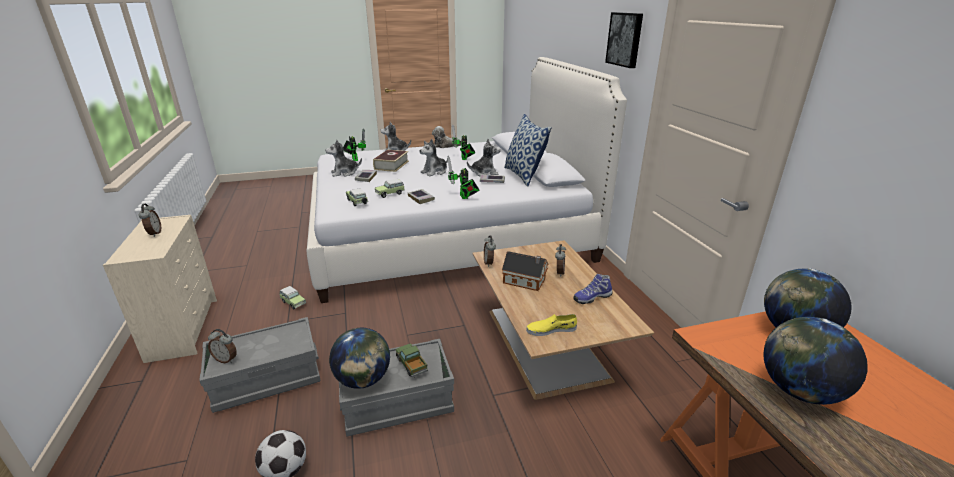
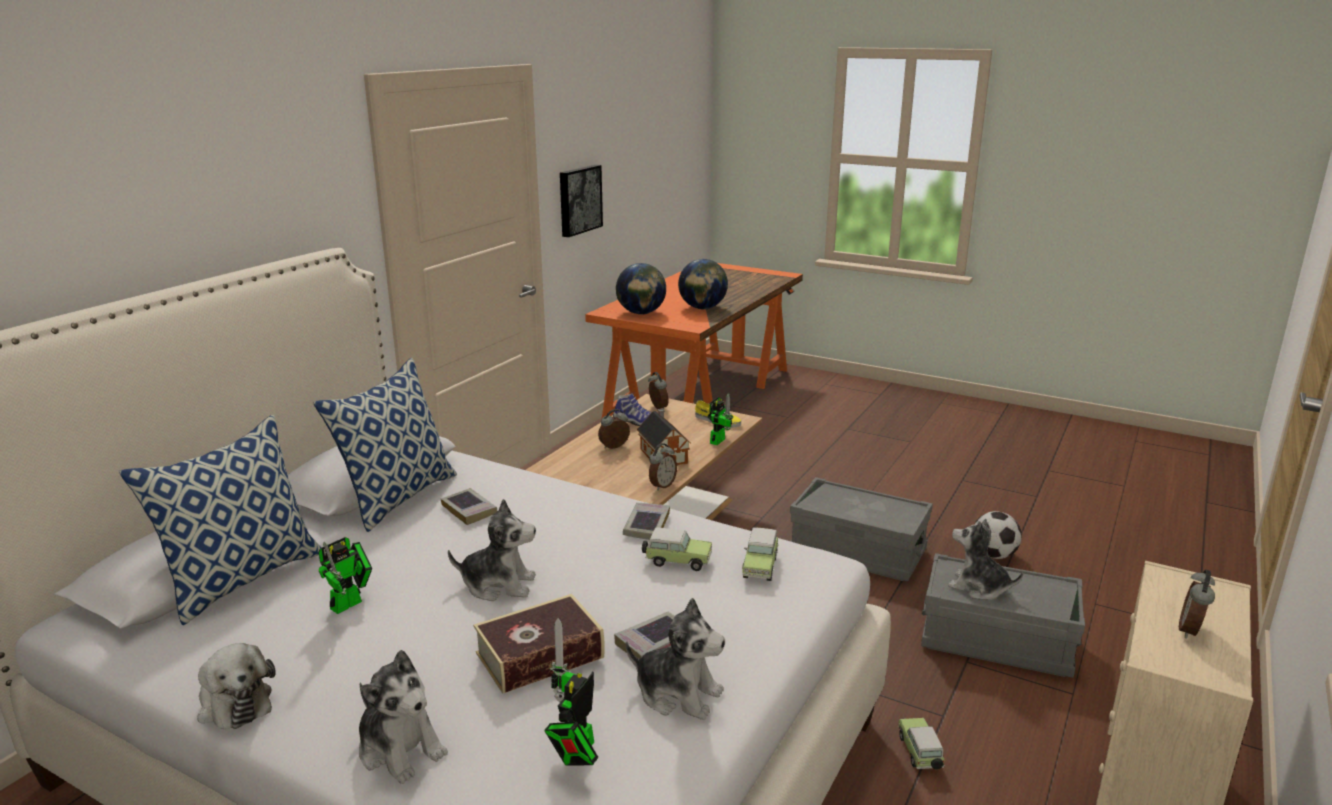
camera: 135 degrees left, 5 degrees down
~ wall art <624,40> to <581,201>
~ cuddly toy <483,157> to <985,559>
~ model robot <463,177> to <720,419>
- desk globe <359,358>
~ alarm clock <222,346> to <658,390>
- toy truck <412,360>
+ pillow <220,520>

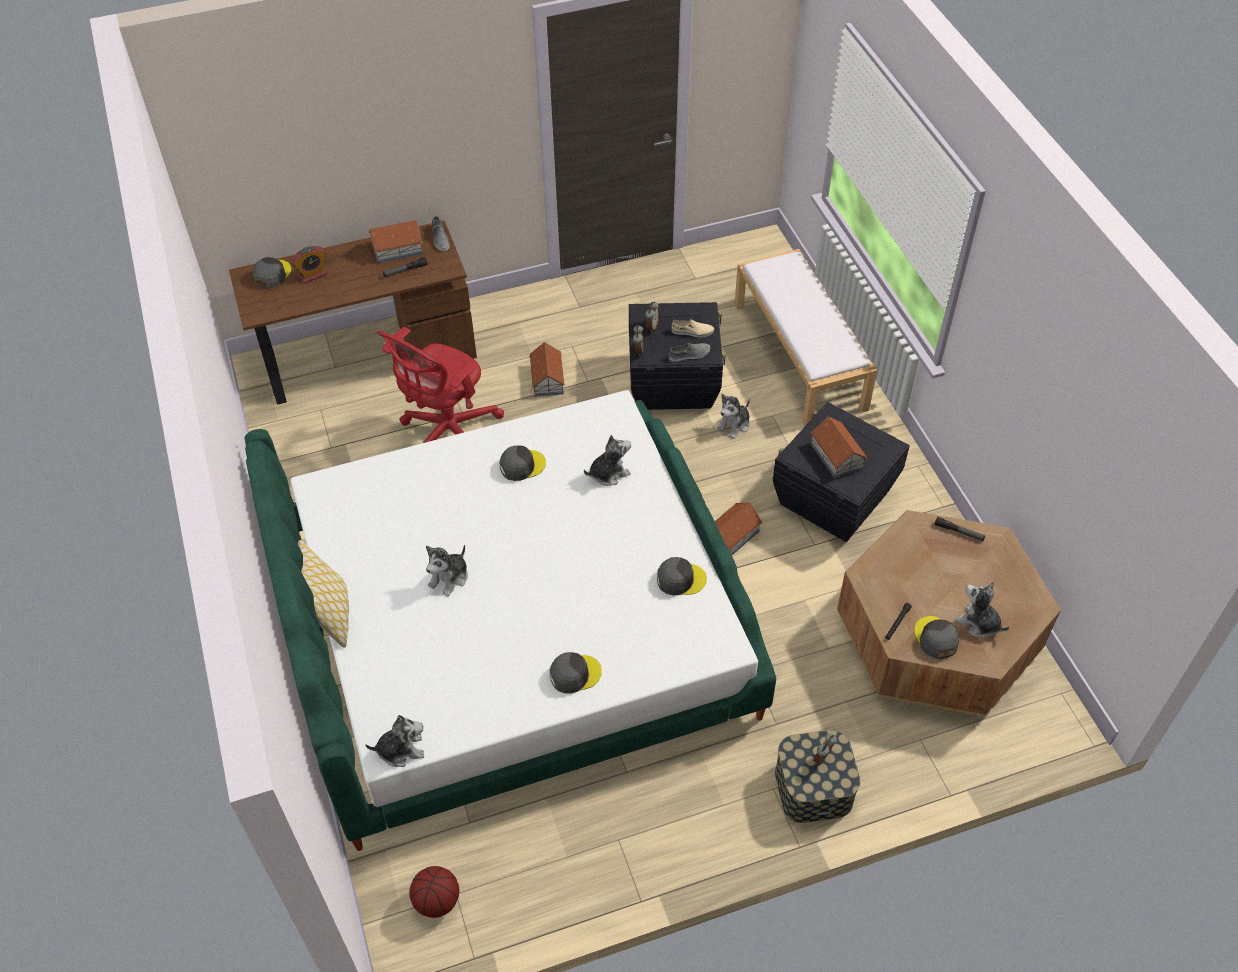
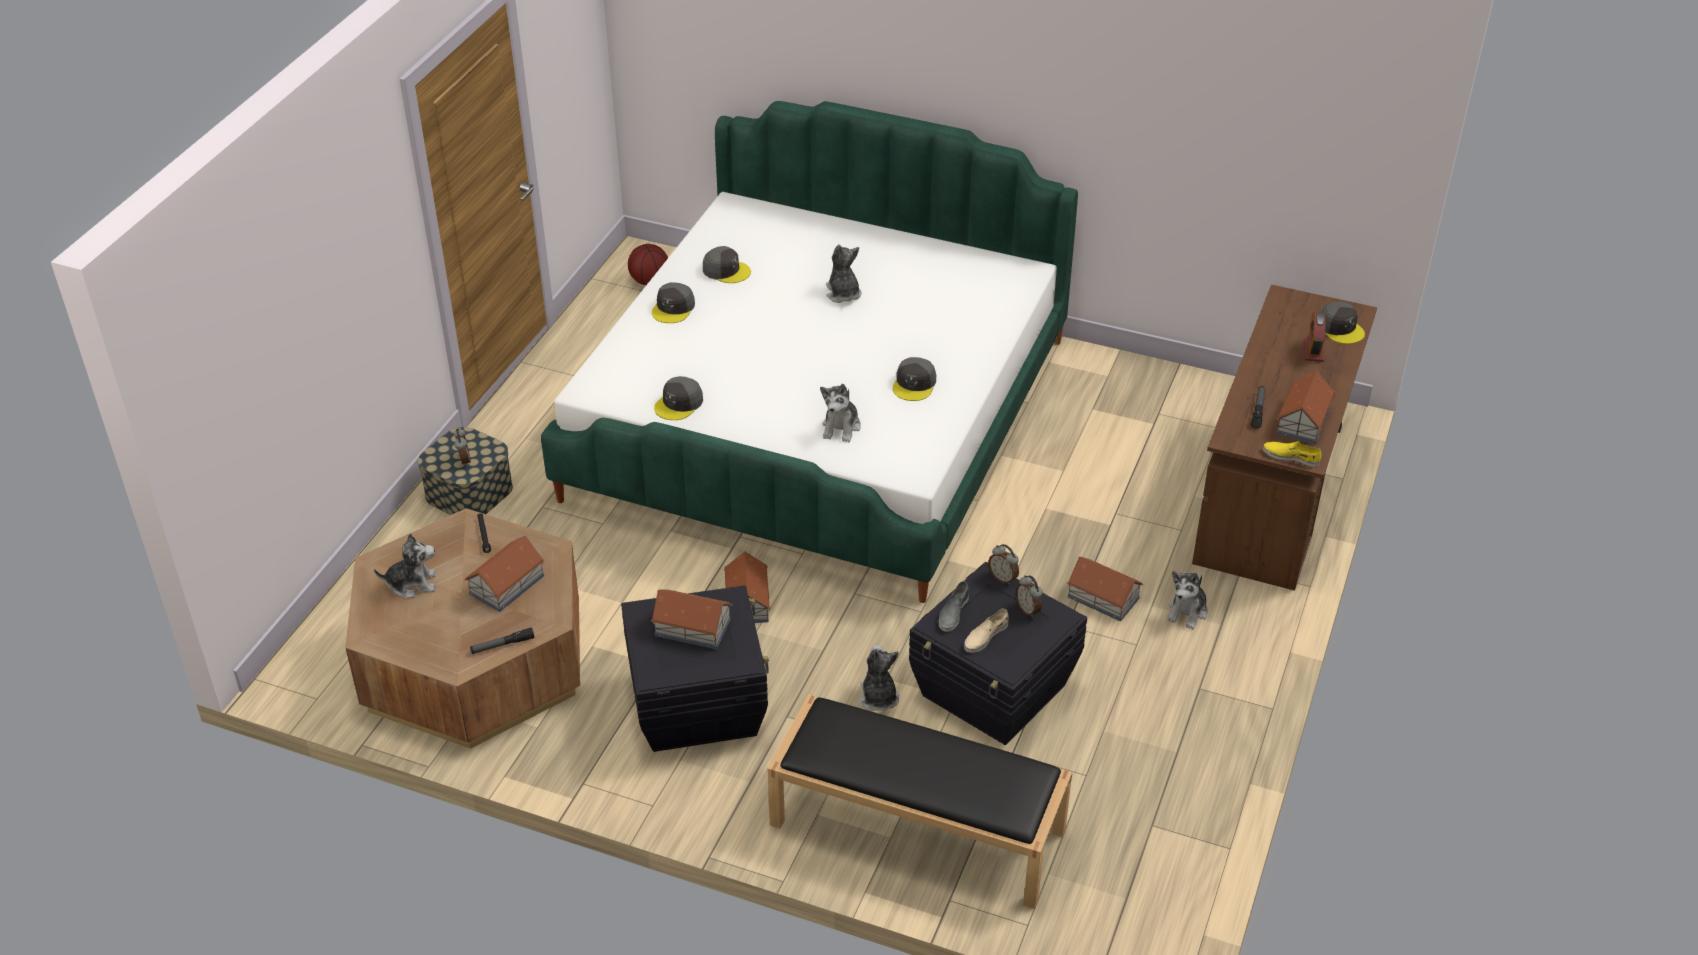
camera: 130 degrees right, 10 degrees down
~ grey item of footwear <440,233> to yellowish item of footwear <1292,454>
~ white-coloured long seat <805,338> to blackish long seat <919,802>
- red-coloured desk chair <440,385>
- pillow <323,593>
~ grey peaked cap <936,637> to <727,264>
~ cuddly toy <395,741> to <1187,600>
+ toy house <504,574>

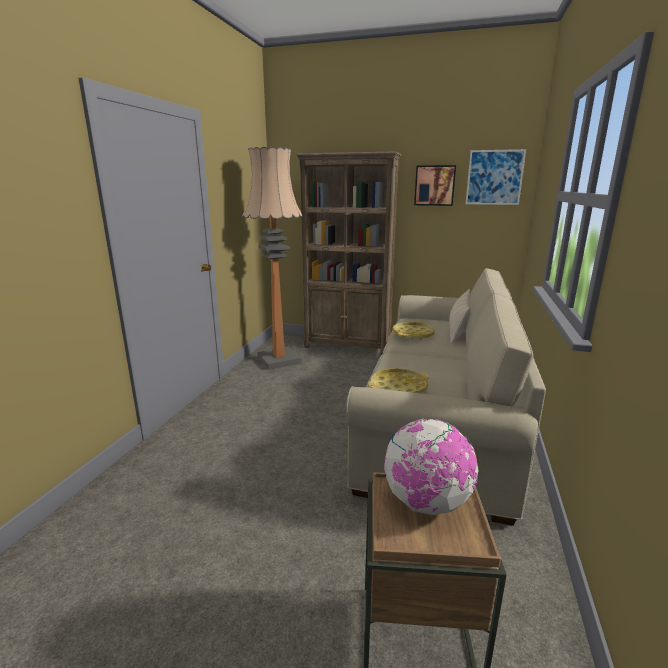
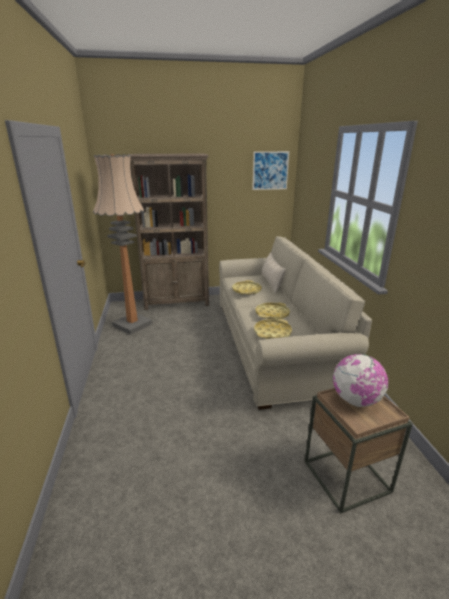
camera: 25 degrees left, 5 degrees up
- wall art <435,185>
+ yellowish tray <273,311>

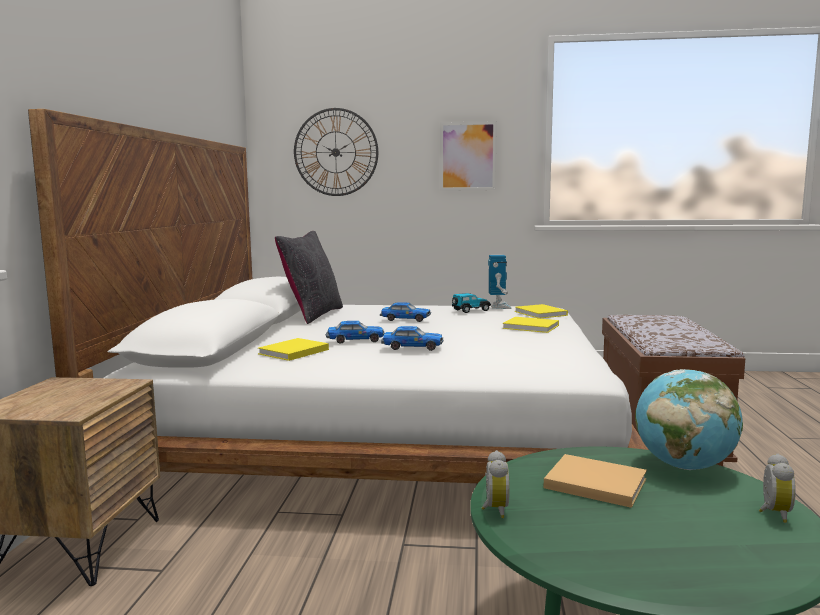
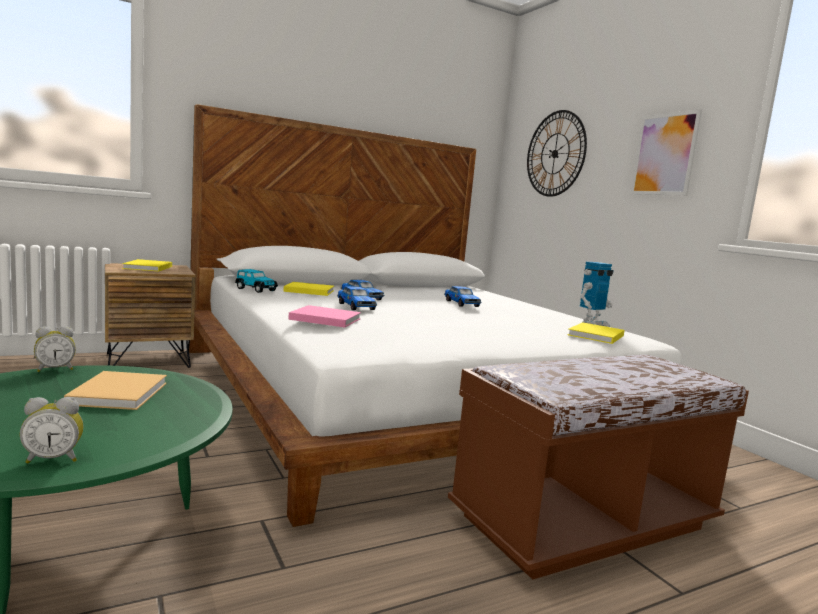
camera: 55 degrees right, 0 degrees up
- blackish pillow <309,277>
~ model car <471,303> to <256,281>
~ yellowish book <530,325> to <147,265>
- desk globe <689,419>
+ pinkish book <324,316>

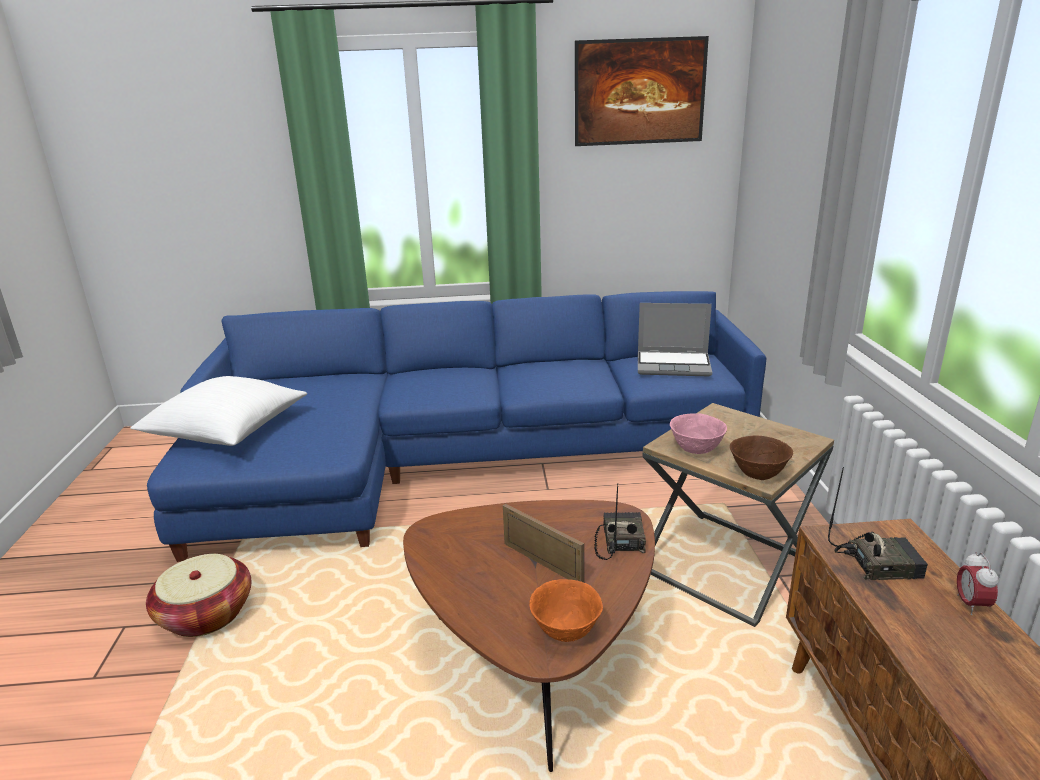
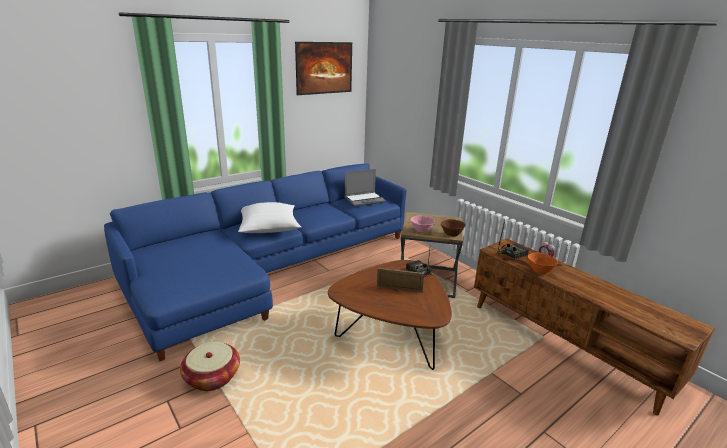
camera: 35 degrees left, 0 degrees up
~ white-coloured pillow <218,411> to <269,217>
~ orangey bowl <566,610> to <543,263>

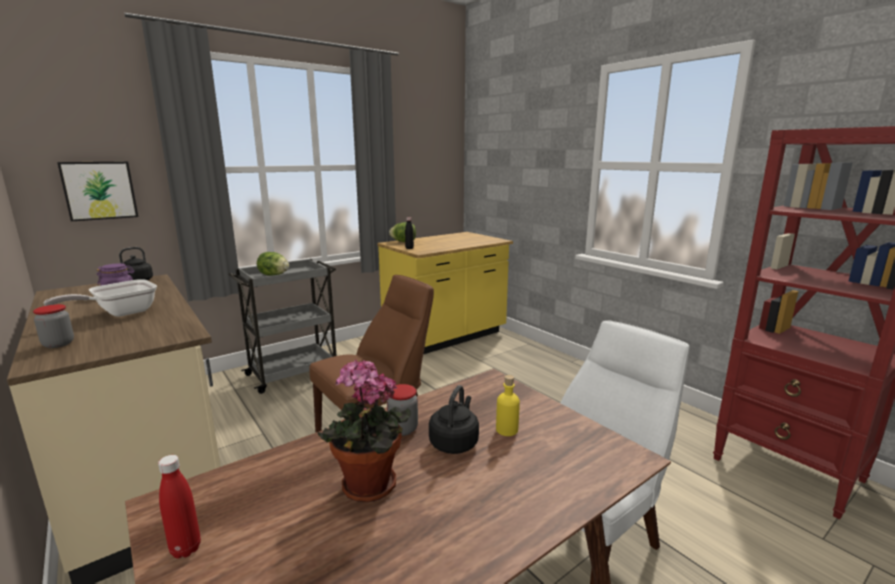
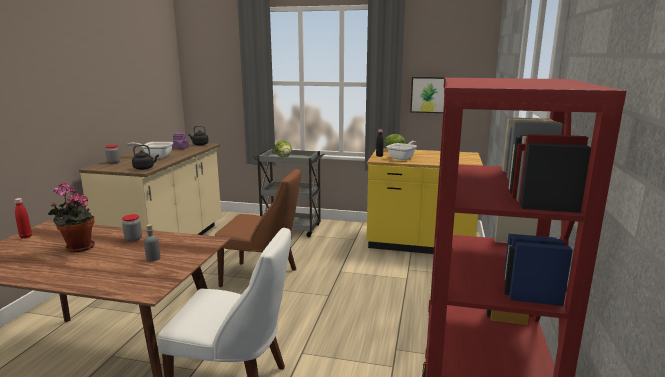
camera: 50 degrees right, 0 degrees up
~ wall art <97,191> to <429,95>
~ yellowish bottle <508,405> to grey bottle <152,242>
~ blackish water kettle <454,419> to <145,157>
+ skillet <401,150>

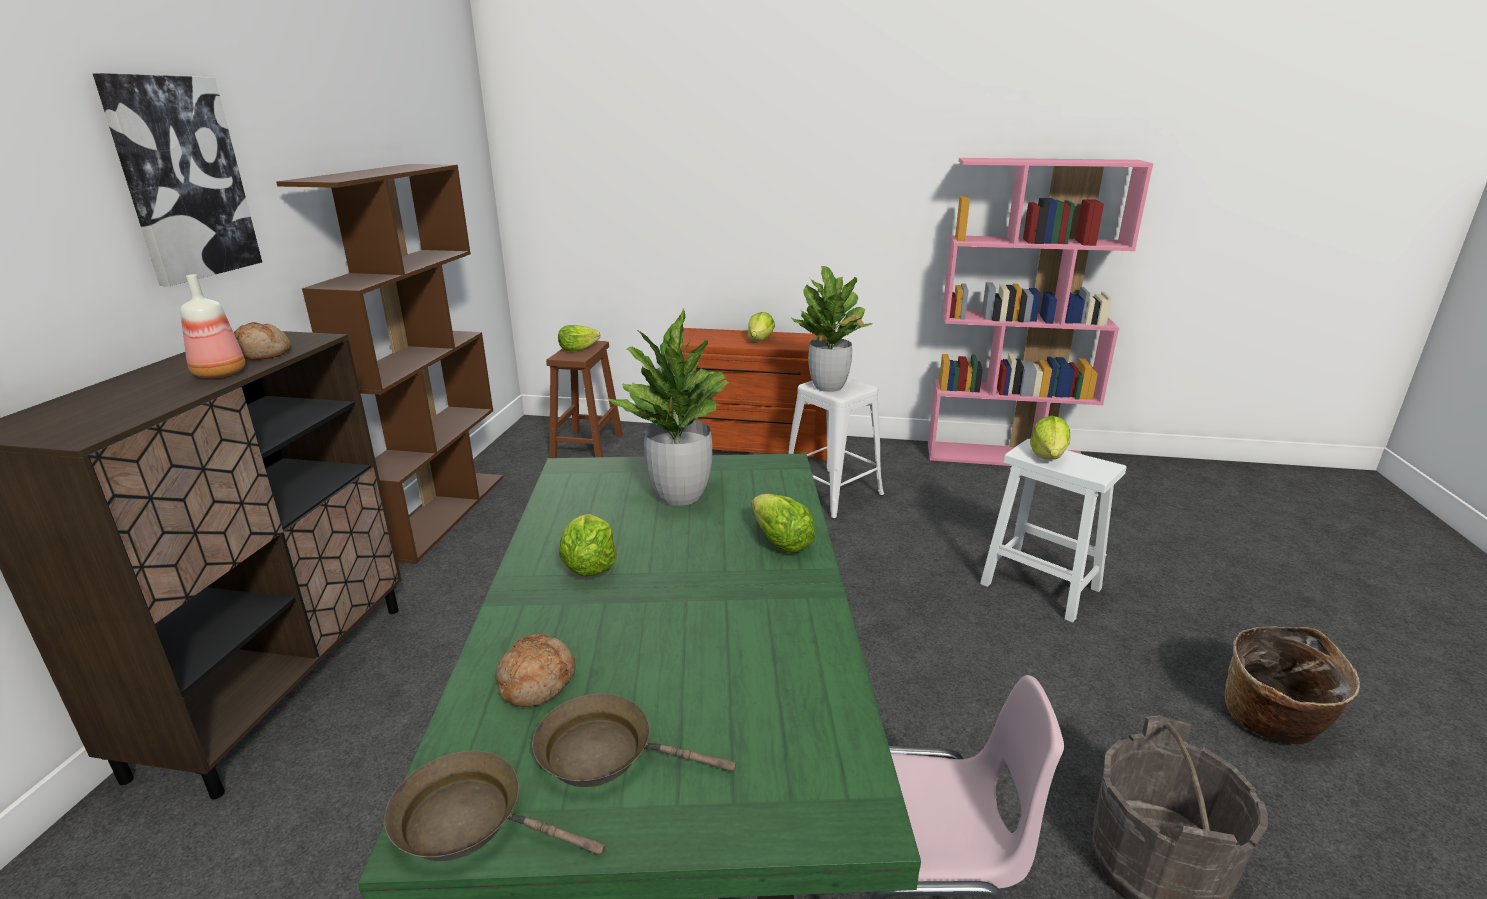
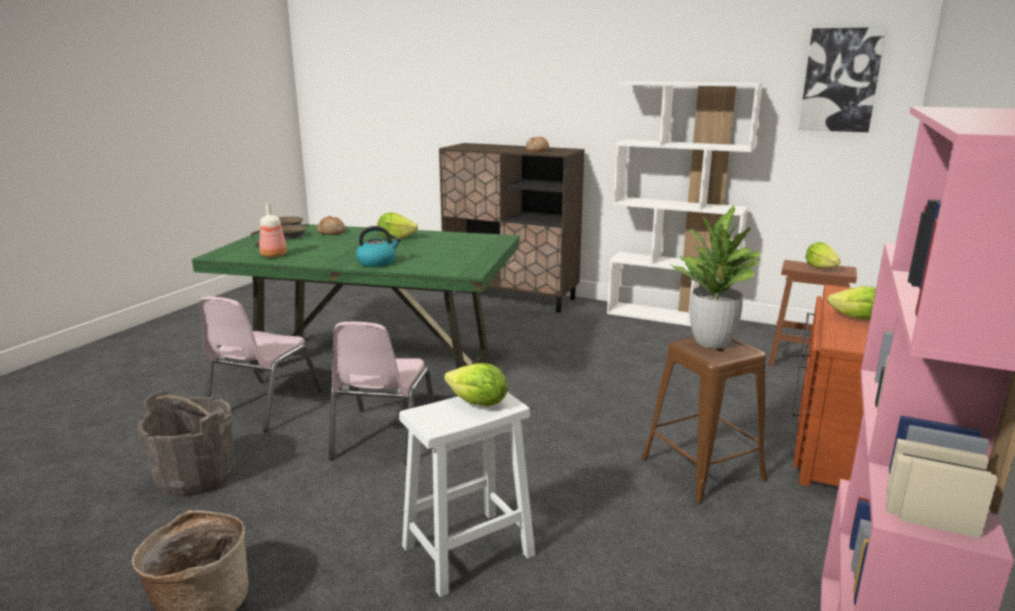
camera: 105 degrees right, 5 degrees down
~ wall art <177,179> to <842,79>
~ brownish bookcase <389,364> to white-coloured bookcase <685,203>
~ bottle <212,326> to <273,230>
- potted plant <668,407>
~ white-coloured sitting stool <836,448> to brownish sitting stool <704,420>
~ head of lettuce <783,523> to water kettle <378,246>
+ pinkish chair <382,393>

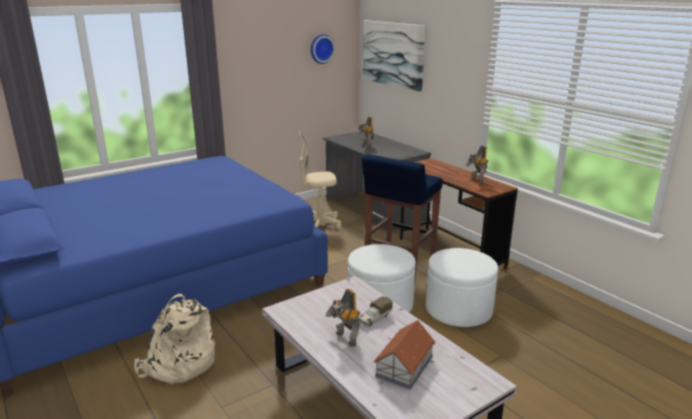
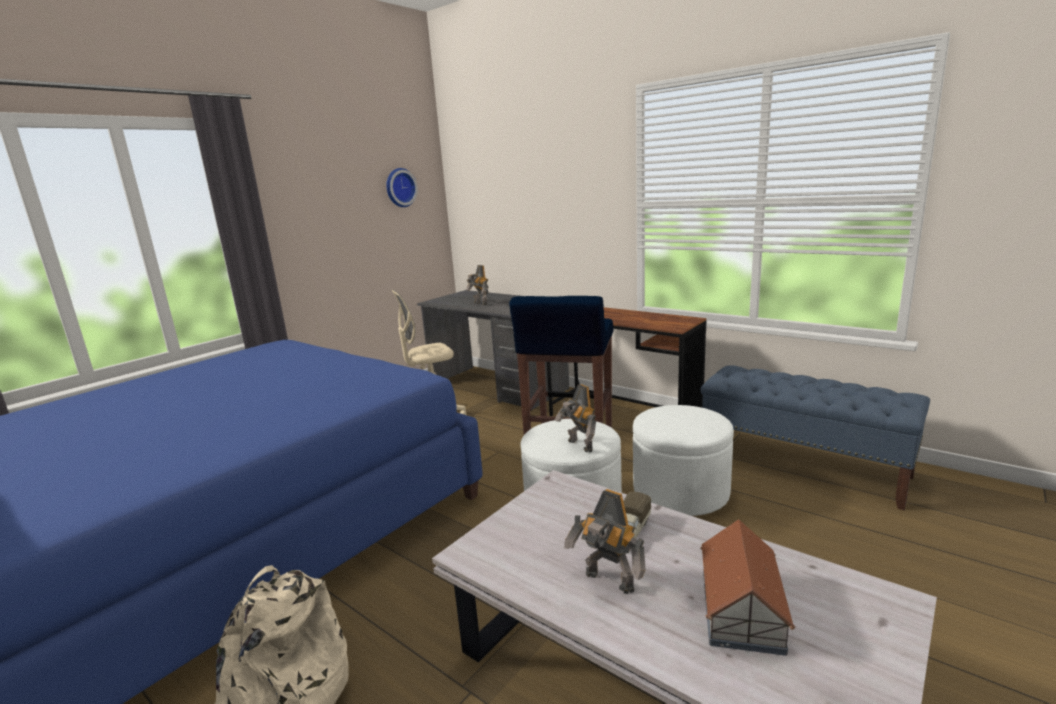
camera: 15 degrees left, 5 degrees down
- wall art <394,56>
~ model robot <476,164> to <575,418>
+ bluish long seat <815,438>

